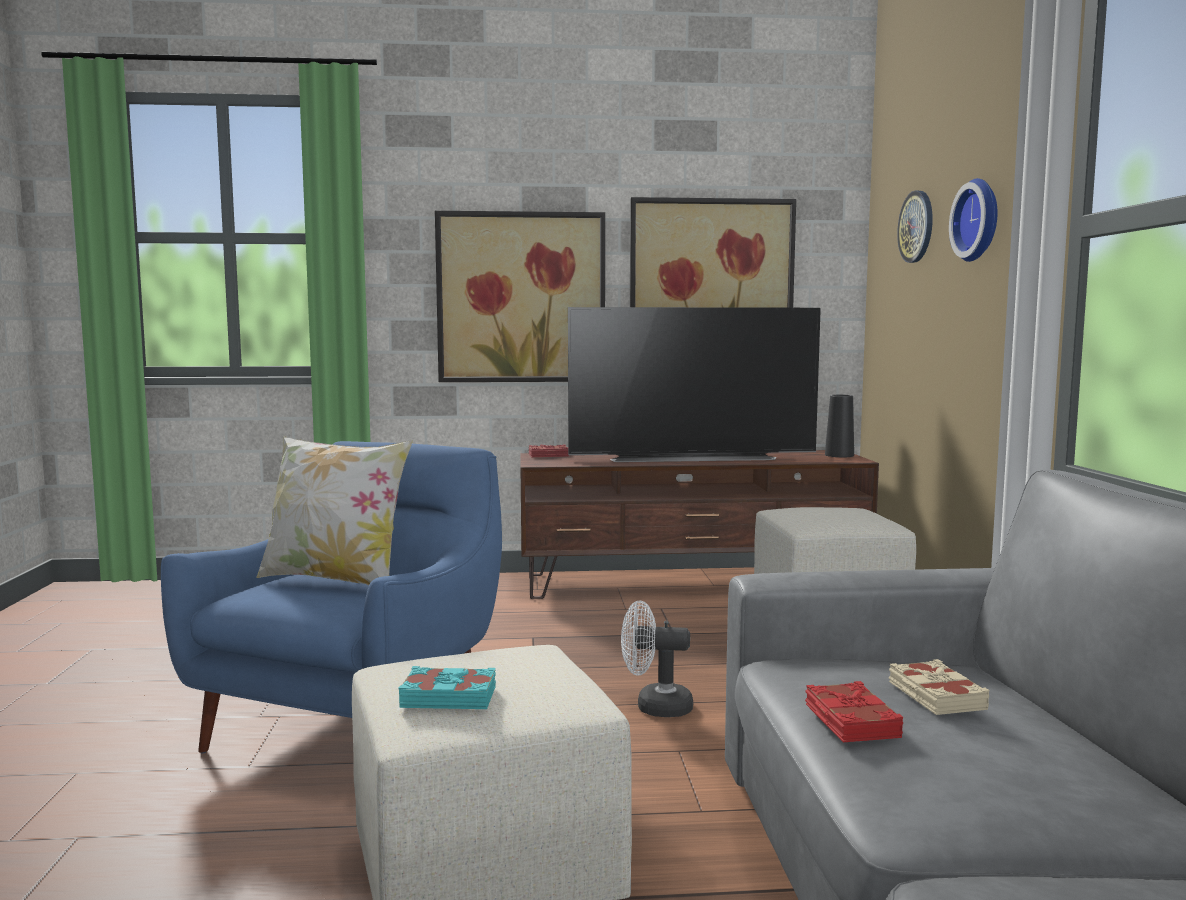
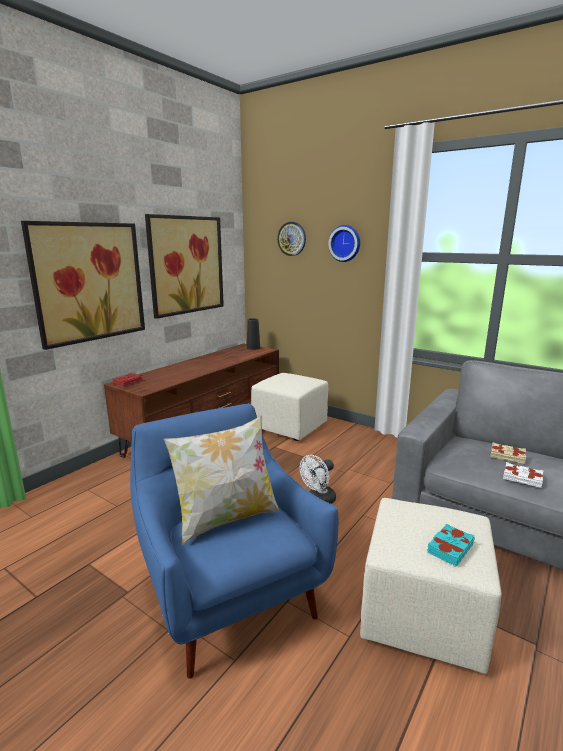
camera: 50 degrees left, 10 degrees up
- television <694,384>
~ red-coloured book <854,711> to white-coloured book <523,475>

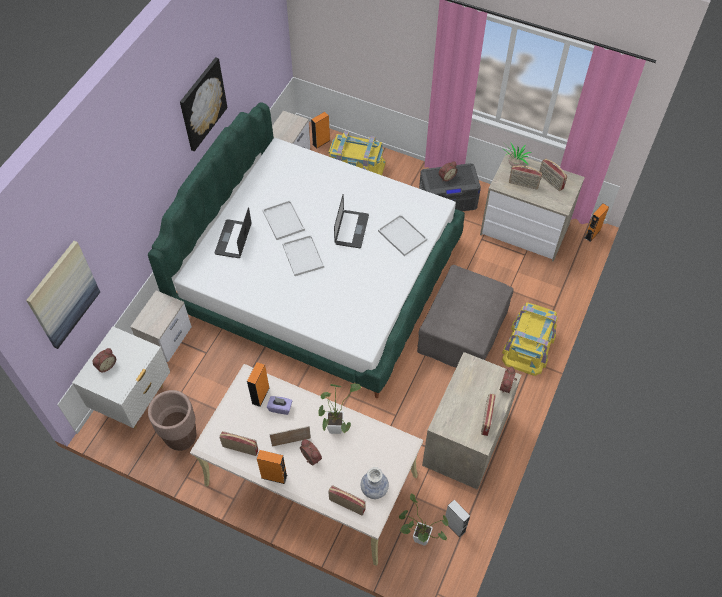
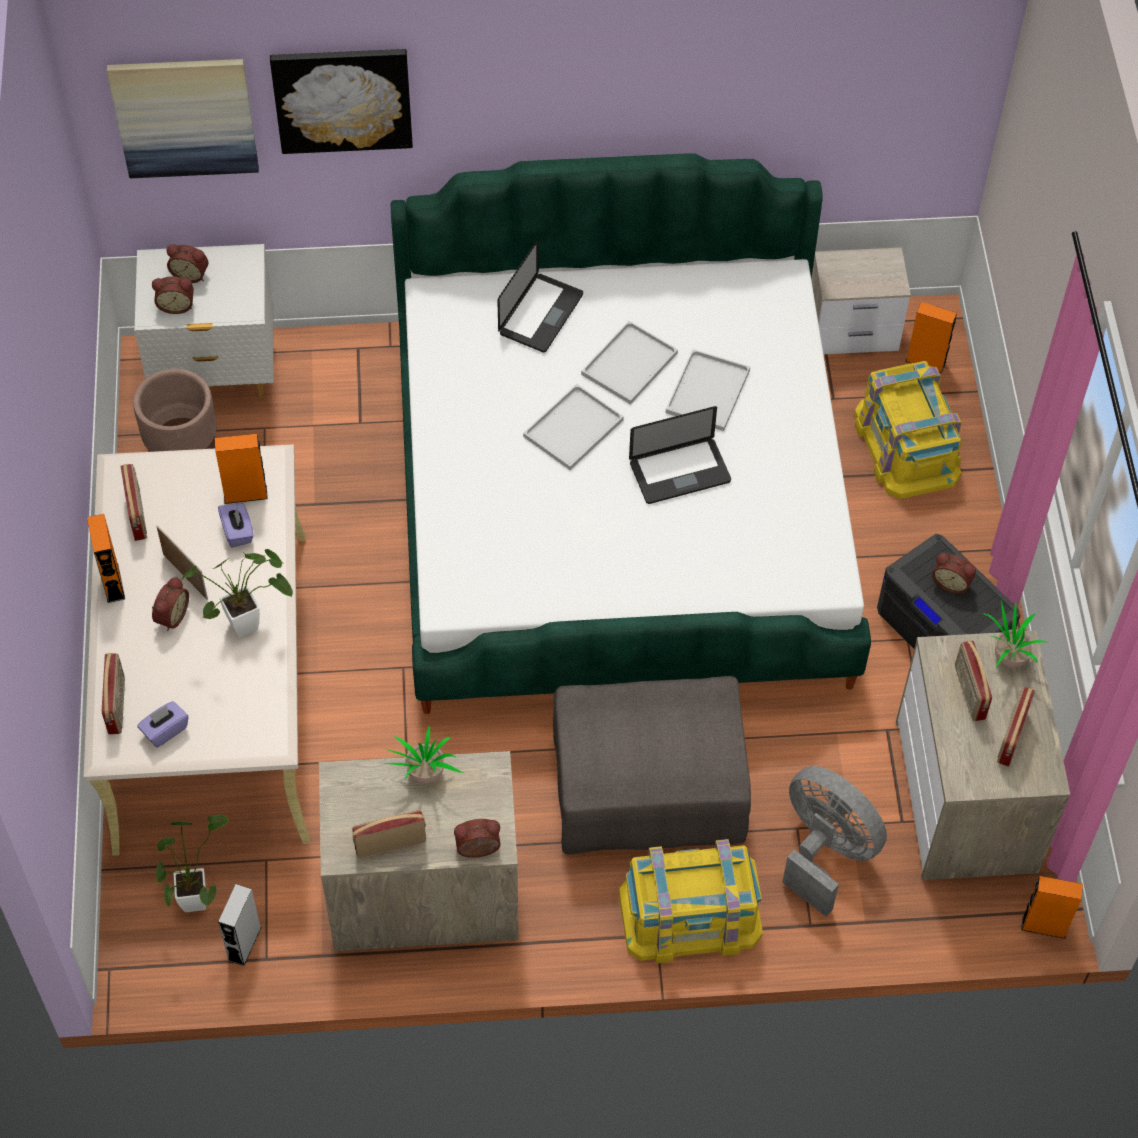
camera: 60 degrees right, 0 degrees up
~ wall art <204,104> to <341,101>
~ laptop <233,232> = <540,296> 135 degrees clockwise
~ white-coloured tray <402,235> to <708,390>
- bedside table <161,326>
~ vase <375,483> to purple tissue box <162,724>
+ alarm clock <173,295>
+ potted plant <423,755>
+ grey electric fan <834,841>

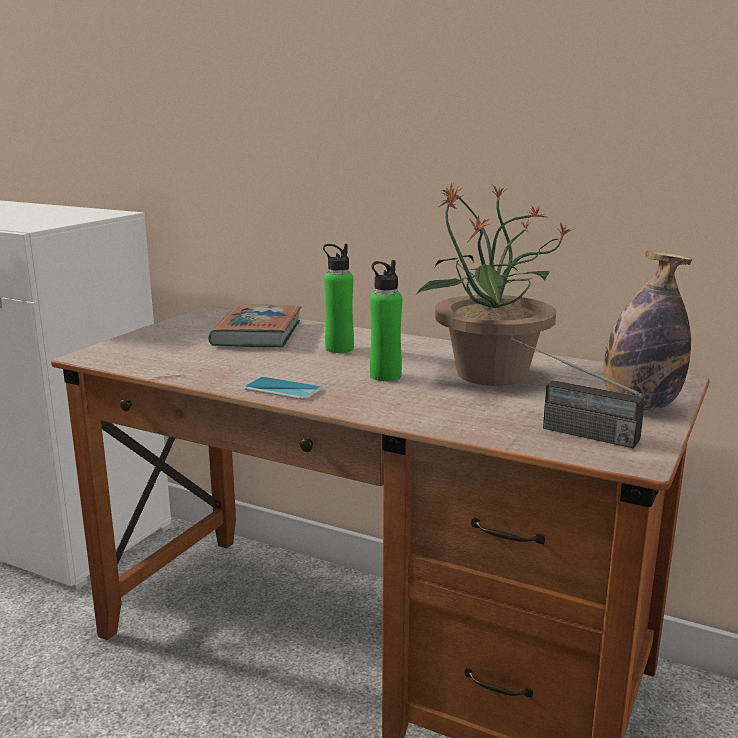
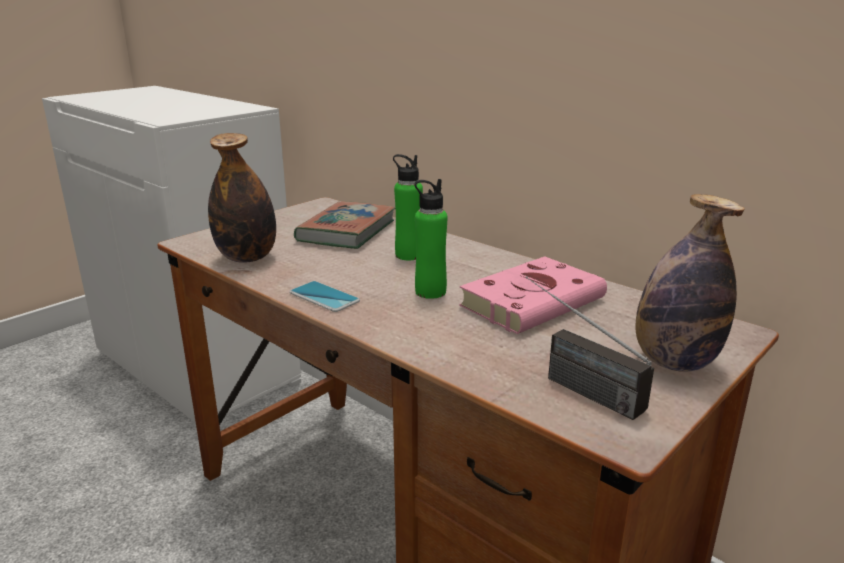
camera: 15 degrees right, 5 degrees up
~ potted plant <494,284> to pinkish book <533,295>
+ bottle <242,197>

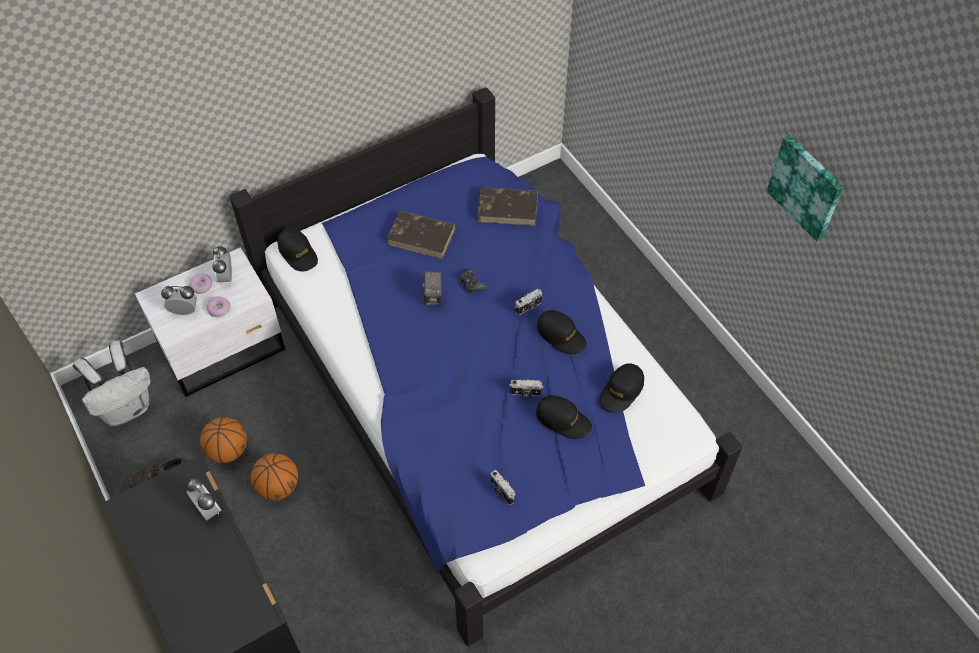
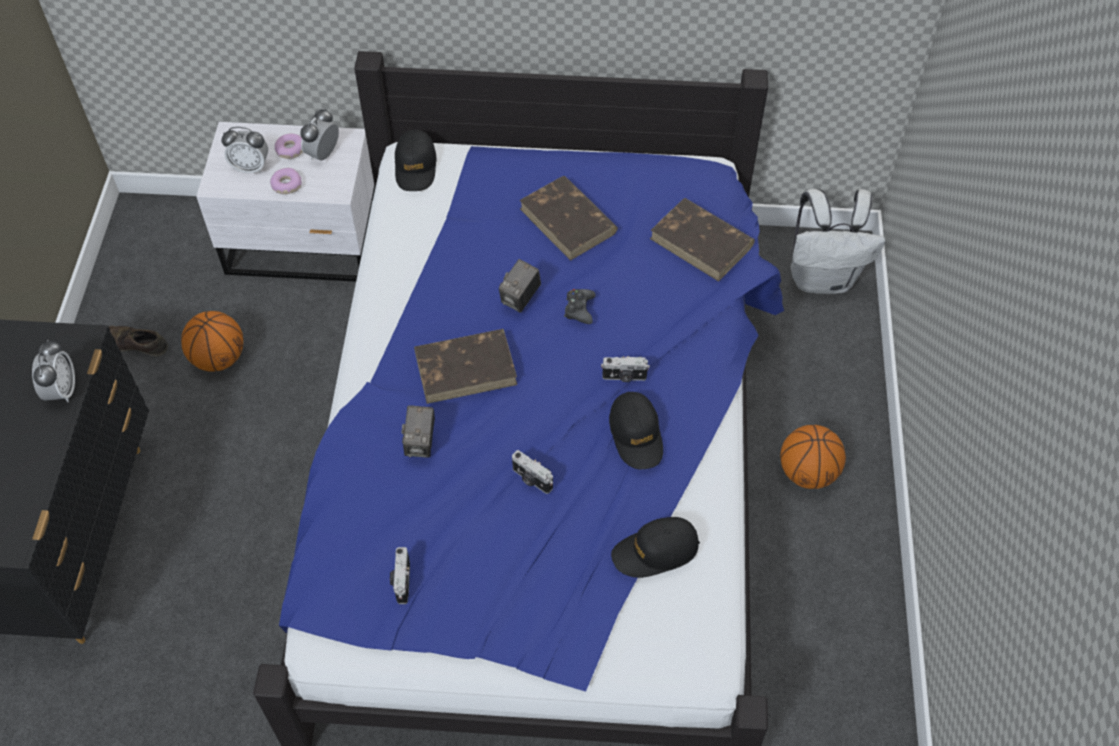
camera: 35 degrees right, 0 degrees up
- wall art <805,188>
~ alarm clock <179,300> = <244,150> 150 degrees clockwise
~ white-coloured knapsack <112,383> to <838,241>
- blackish peaked cap <564,417>
~ basketball <274,476> to <813,457>
+ brownish book <465,366>
+ photo camera <418,431>

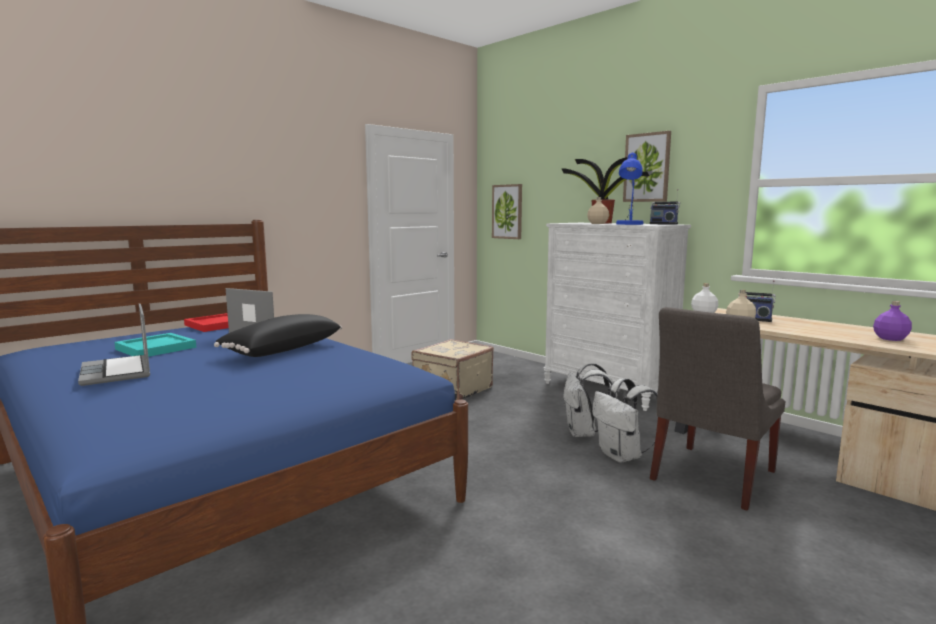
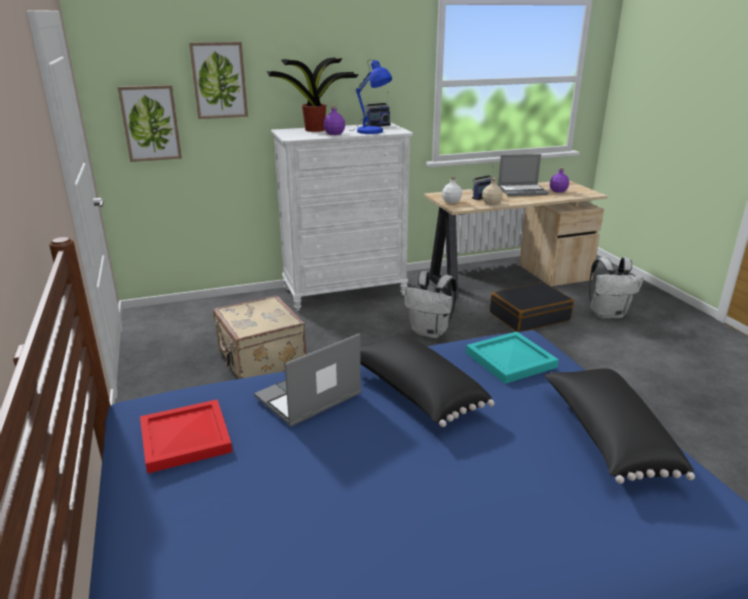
camera: 65 degrees left, 15 degrees up
~ wall art <647,166> to <218,80>
~ sand-coloured bottle <598,210> to purple bottle <334,120>
~ laptop <114,344> to <523,175>
~ grey chair <717,409> to blackish piece of luggage <532,307>
~ turquoise-coloured tray <155,345> to <512,358>
~ white-coloured knapsack <624,420> to <616,288>
+ blackish pillow <620,426>

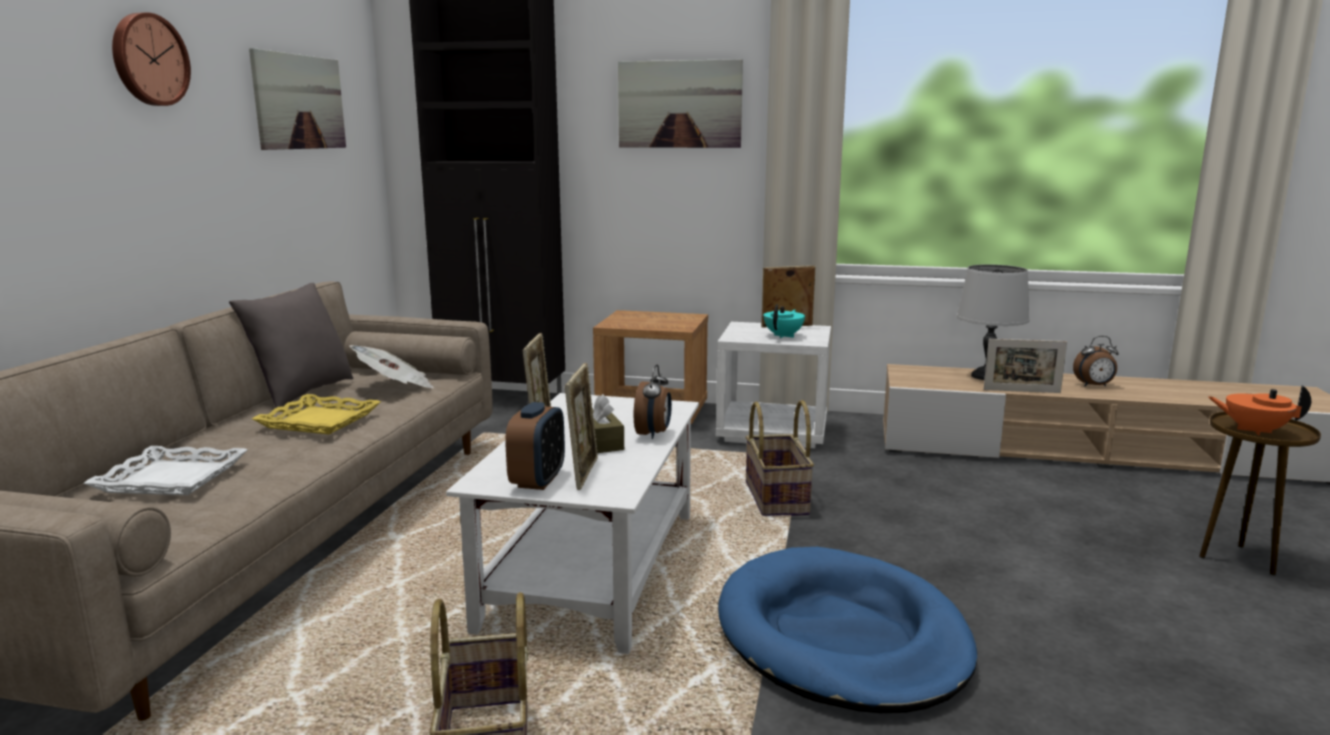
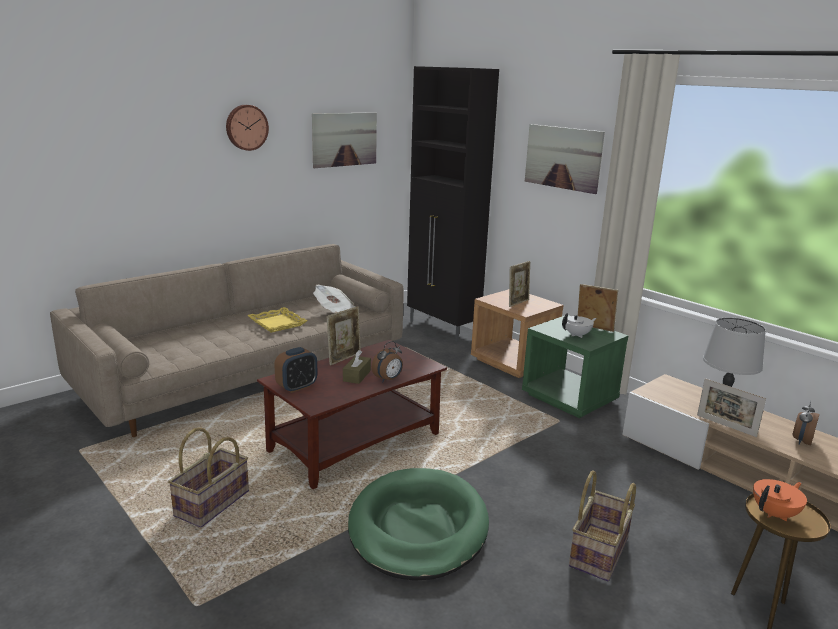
camera: 35 degrees right, 5 degrees up
- grey pillow <291,345>
~ turquoise-coloured pot for tea <784,321> to white-coloured pot for tea <579,325>
~ white-coloured bedside table <773,385> to greenish bedside table <575,366>
~ alarm clock <1096,361> = <805,423> 90 degrees clockwise
~ picture frame <581,426> to <519,284>
~ orangey pot for tea <1259,410> = <780,500> 90 degrees clockwise
~ white-coloured coffee table <572,523> to brownish coffee table <352,414>
~ basket <779,458> to <602,526>
- white-coloured tray <166,470>
~ bluish pet bed <847,630> to greenish pet bed <418,524>

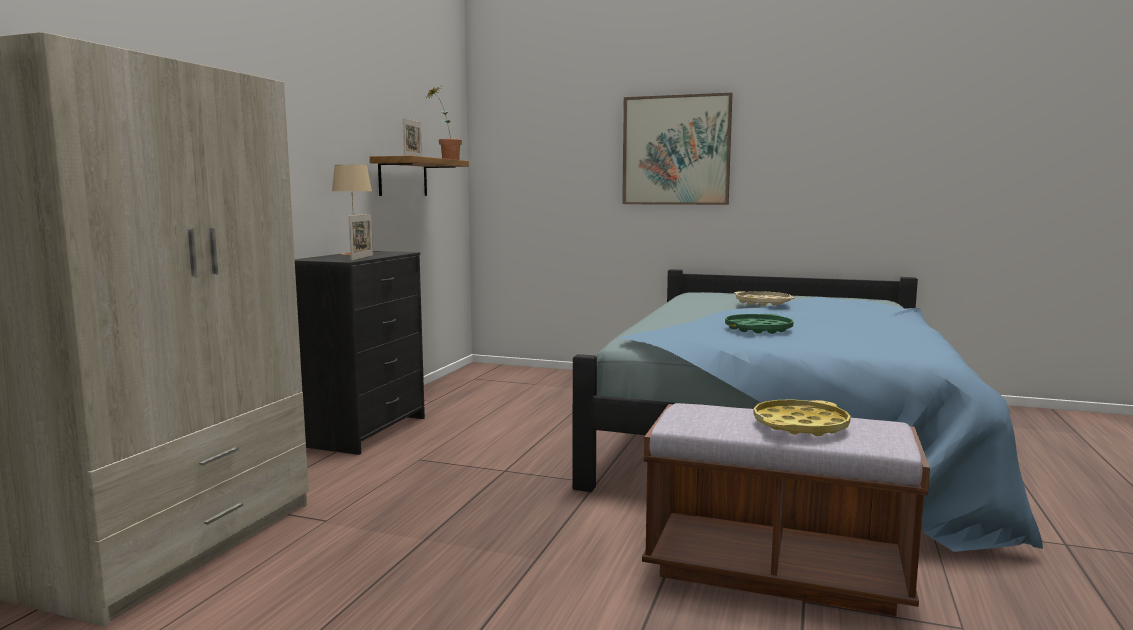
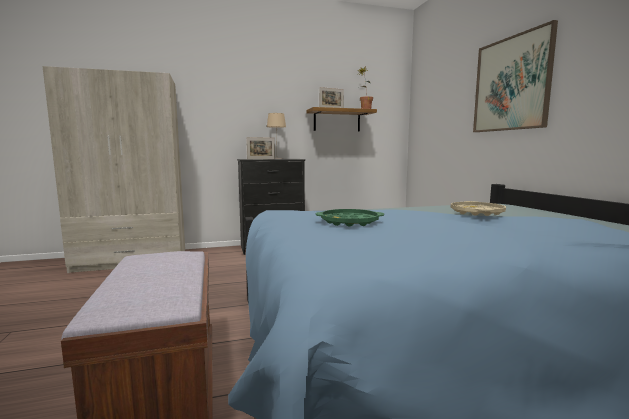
camera: 55 degrees right, 0 degrees up
- yellowish tray <802,418>

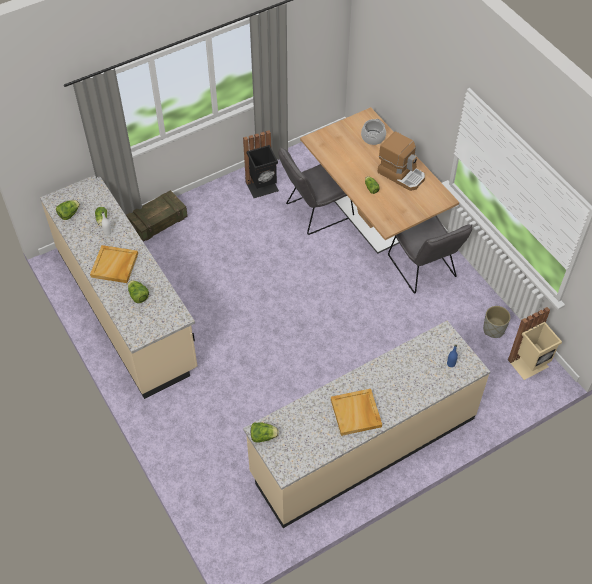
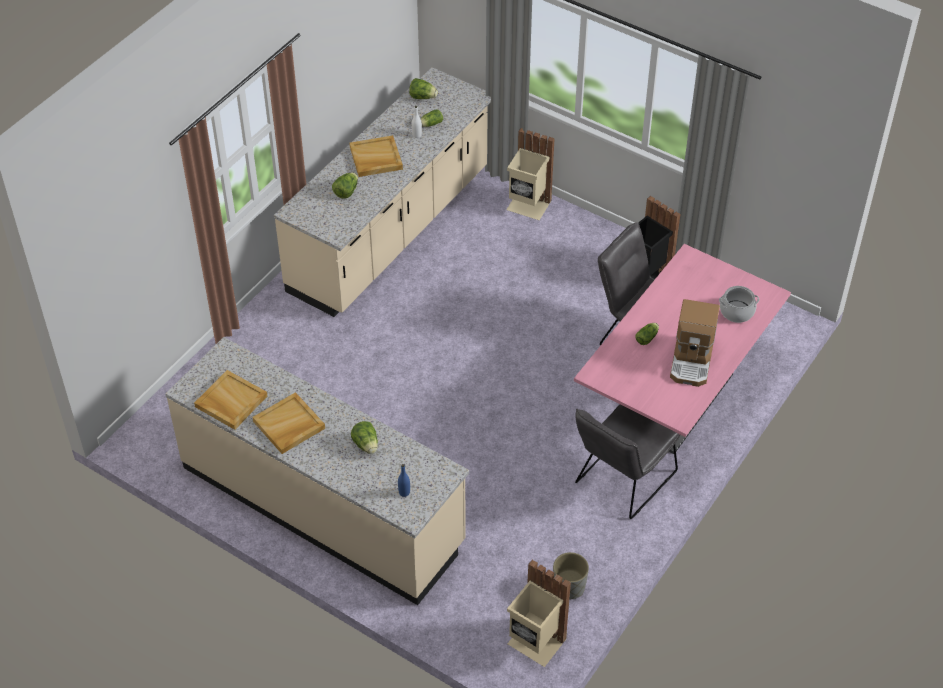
camera: 65 degrees right, 5 degrees down
~ brownish kitchen table <379,180> to pinkish kitchen table <682,349>
~ packing crate <157,216> to sand-coloured rubbish bin <530,174>
~ head of lettuce <265,432> to <364,437>
+ sand-coloured tray <230,400>

